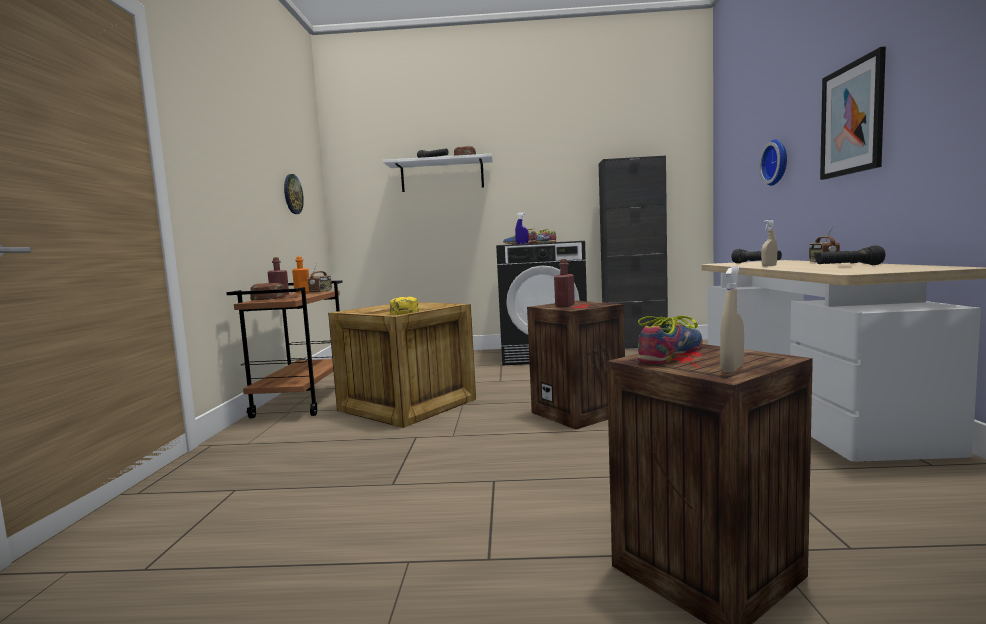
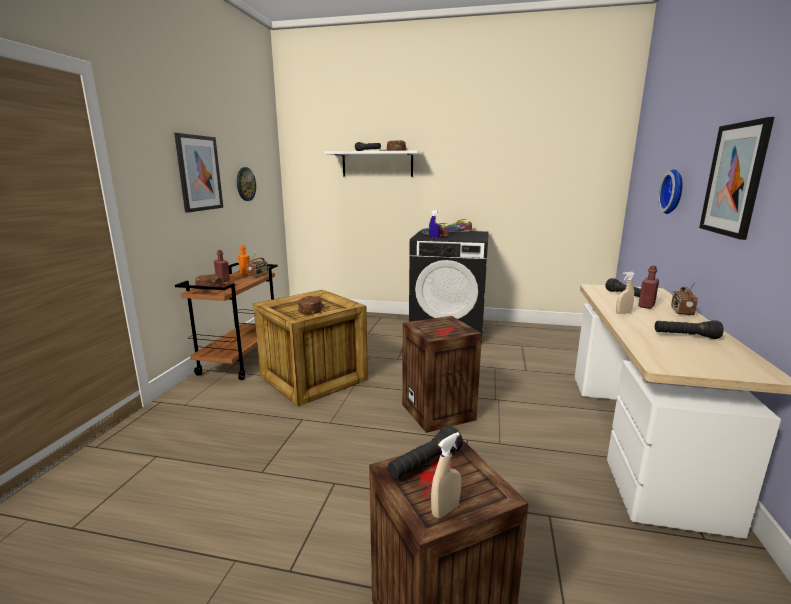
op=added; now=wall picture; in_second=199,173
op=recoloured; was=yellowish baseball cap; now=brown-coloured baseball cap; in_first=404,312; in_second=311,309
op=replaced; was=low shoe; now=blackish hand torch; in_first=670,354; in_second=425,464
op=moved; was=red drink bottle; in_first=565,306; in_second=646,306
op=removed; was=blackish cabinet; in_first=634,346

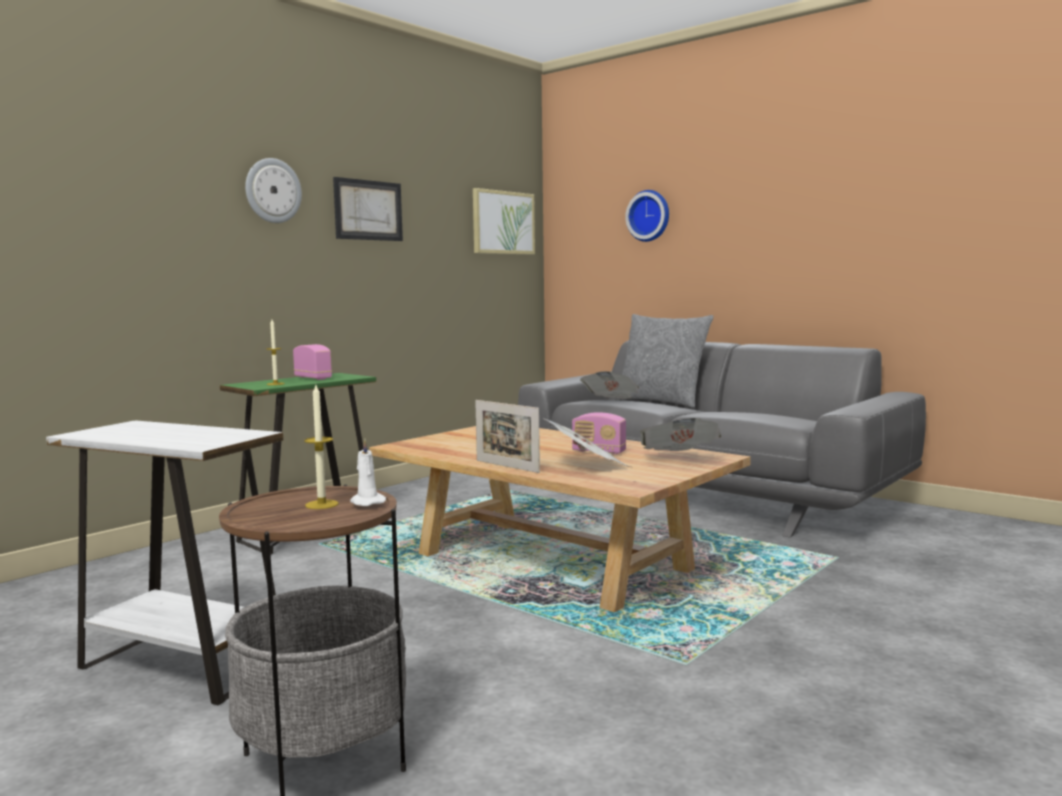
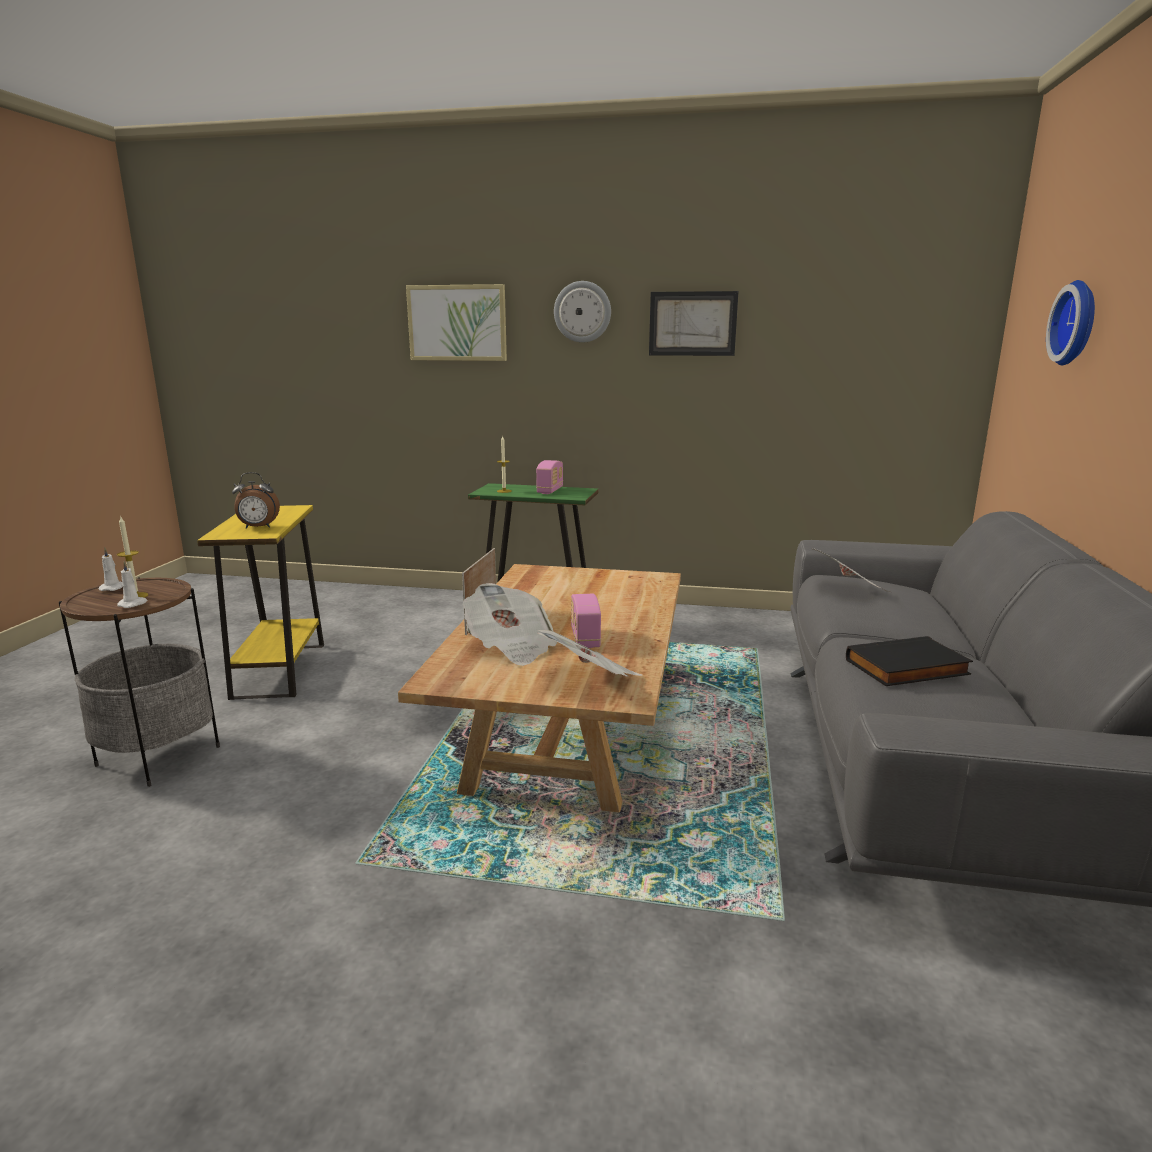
op=added; now=white wax candle; in_second=113,588
op=recoloured; was=white end table; now=yellowish end table; in_first=182,666; in_second=280,670
op=added; now=bedside clock; in_second=258,527
op=moved; was=wall picture; in_first=503,222; in_second=457,323
op=added; now=blackish volume; in_second=907,668
op=removed; was=grey throw pillow; in_first=661,401

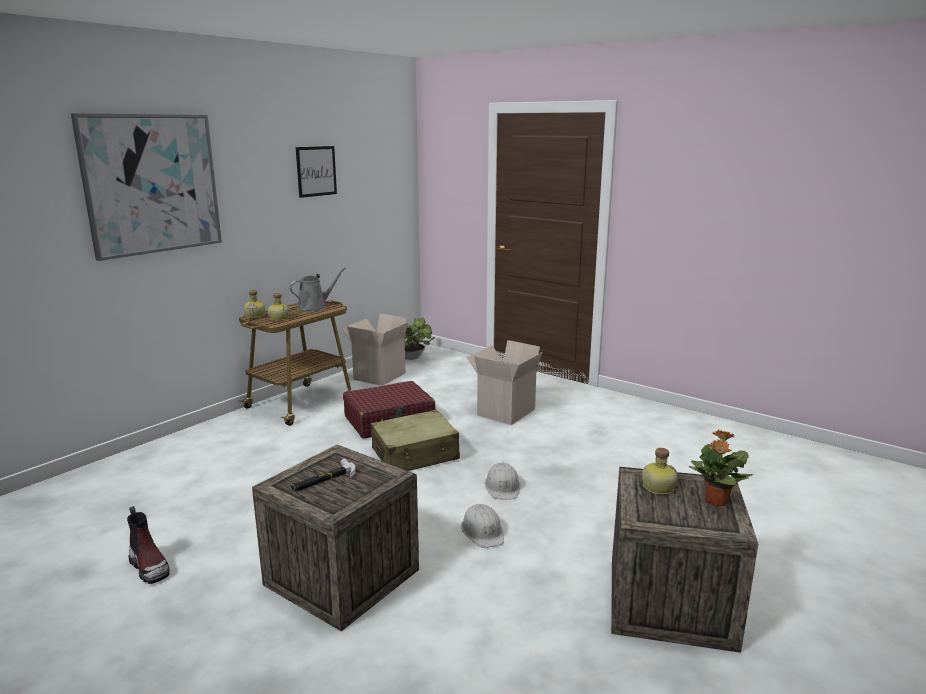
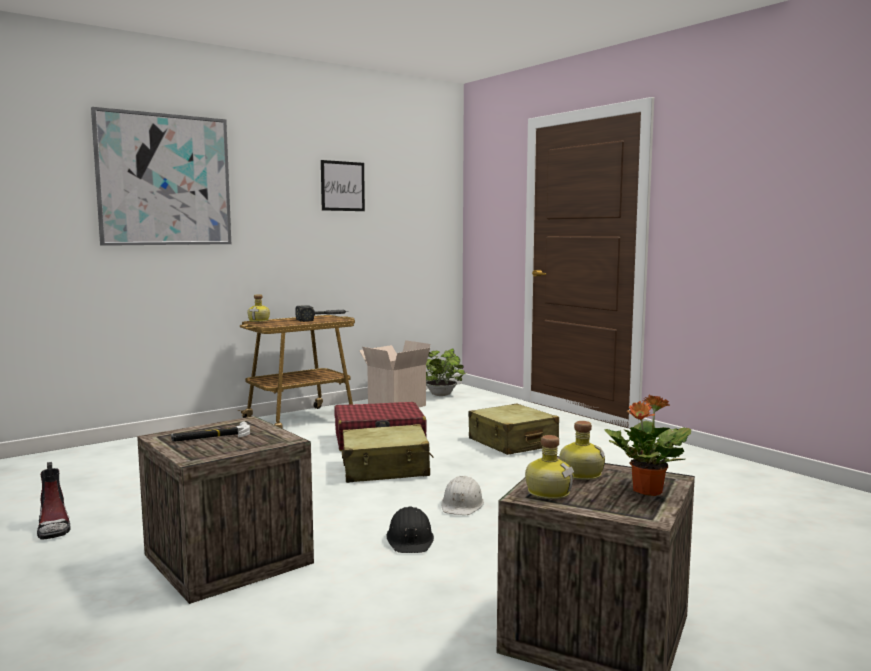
op=replaced; was=grey watering can; now=hammer; in_first=314,307; in_second=323,319
op=recoloured; was=white safety helmet; now=blackish safety helmet; in_first=483,531; in_second=410,539
op=replaced; was=carton; now=sand-coloured travel case; in_first=505,411; in_second=512,443
op=moved; was=drink bottle; in_first=279,318; in_second=548,492

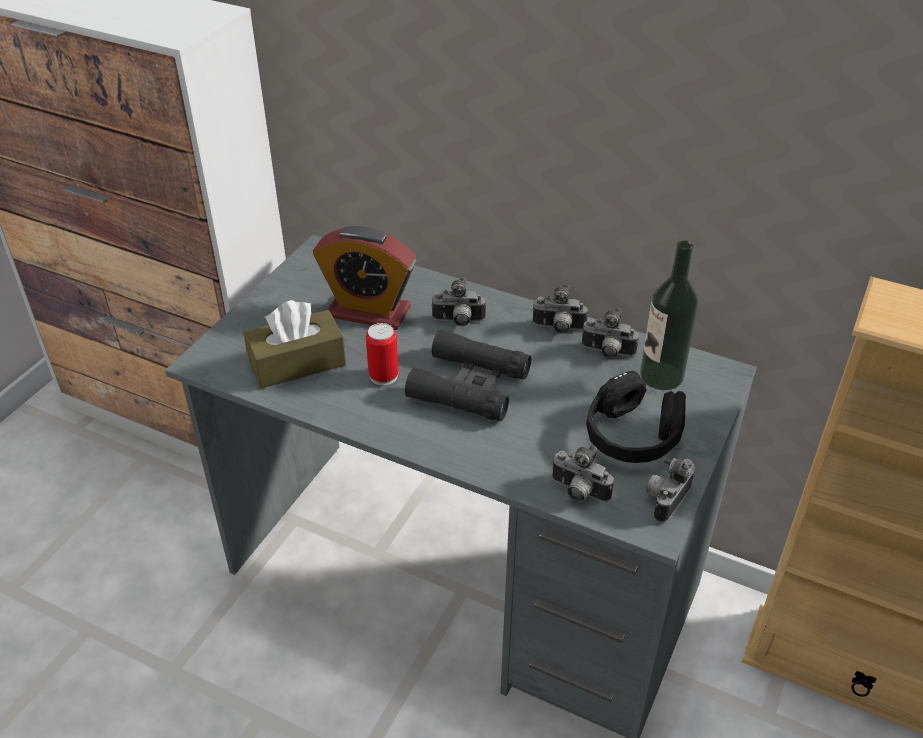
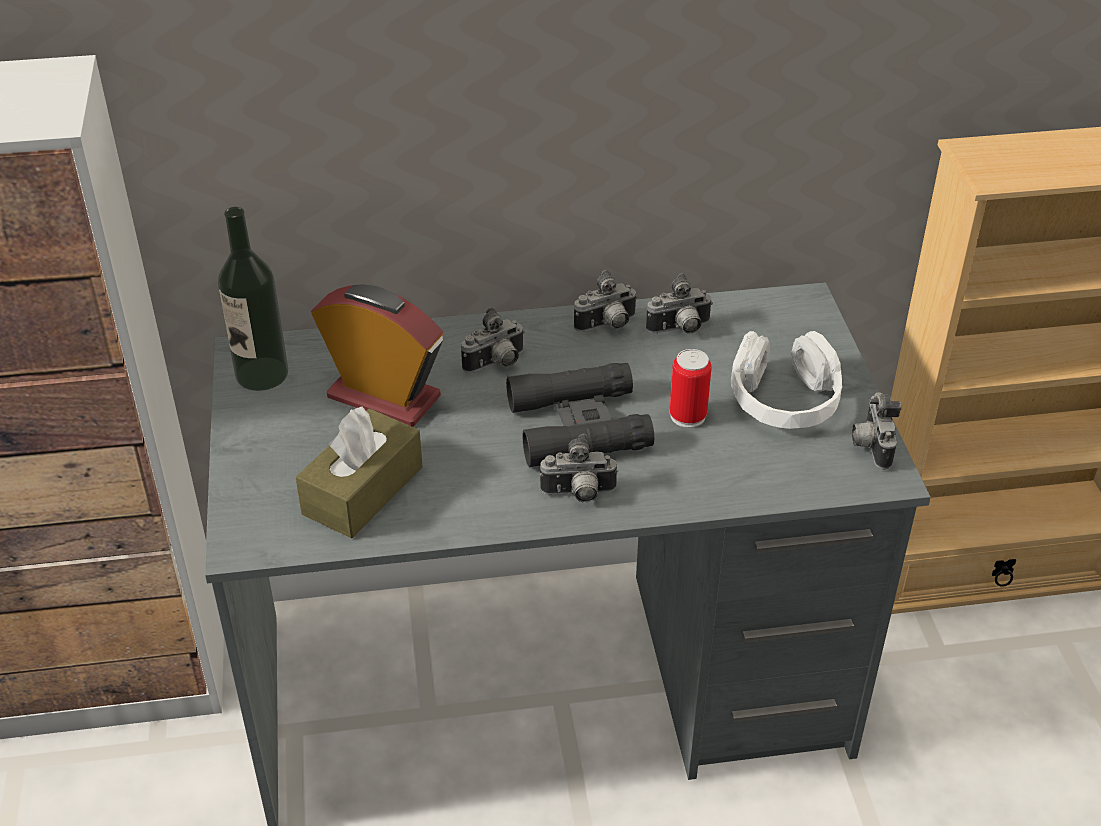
op=moved; was=drink bottle; in_first=661,376; in_second=262,374
op=turned; was=bedside clock; in_first=368,312; in_second=384,397; clockwise=-135
op=moved; was=still camera; in_first=578,492; in_second=578,495
op=moved; was=sealed can; in_first=383,376; in_second=687,416
op=recoloured; was=blackish pair of headphones; now=white pair of headphones; in_first=633,435; in_second=784,400

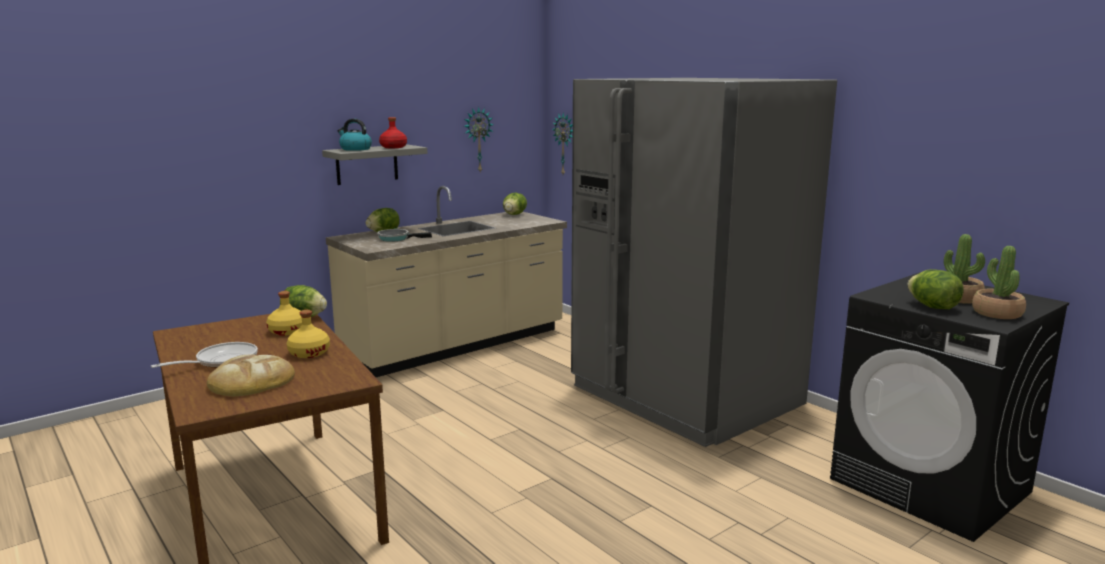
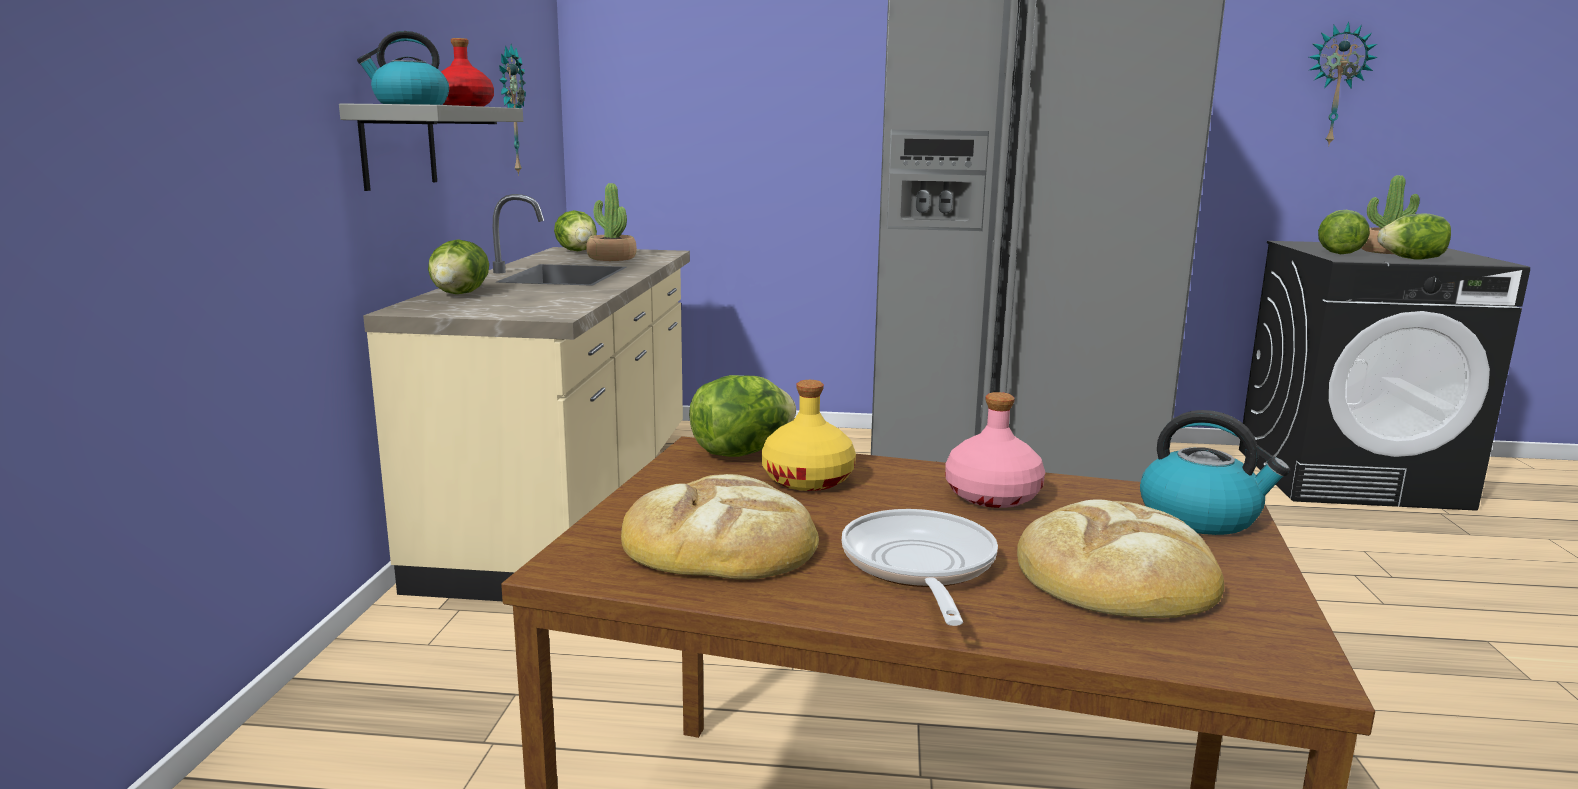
op=moved; was=potted plant; in_first=997,313; in_second=611,258
op=added; now=bakery bread; in_second=719,542
op=recoloured; was=yellowish drink bottle; now=pinkish drink bottle; in_first=309,353; in_second=991,495
op=added; now=tea kettle; in_second=1201,517
op=moved; was=clock on the wall; in_first=565,144; in_second=1336,85
op=added; now=head of lettuce; in_second=1339,253
op=removed; was=skillet; in_first=396,238

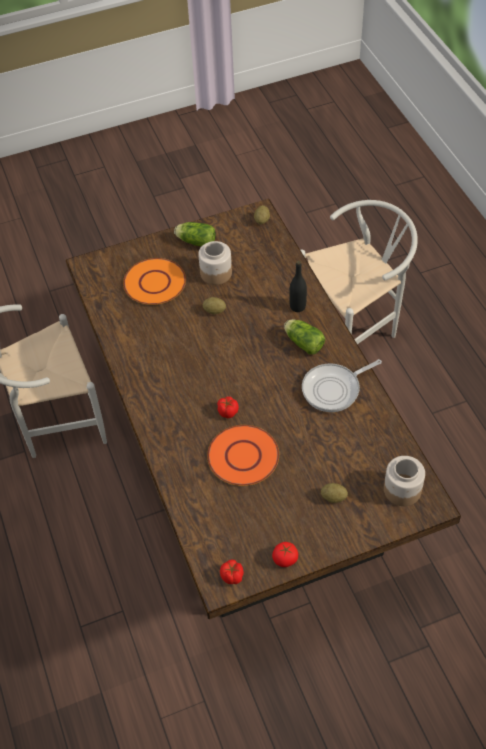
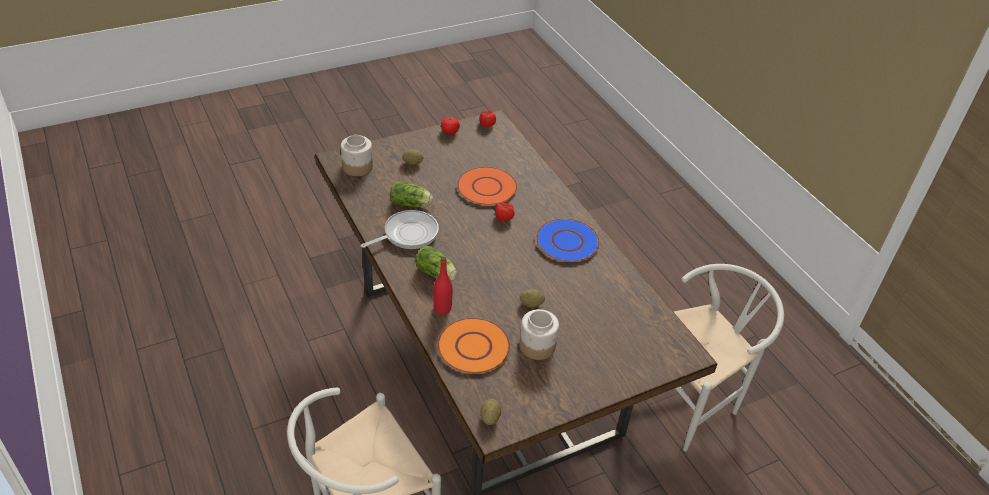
op=moved; was=head of lettuce; in_first=195,241; in_second=412,204
op=recoloured; was=blackish drink bottle; now=red drink bottle; in_first=297,306; in_second=442,309
op=moved; was=orangey dinner plate; in_first=155,283; in_second=473,347
op=added; now=blue dinner plate; in_second=567,242

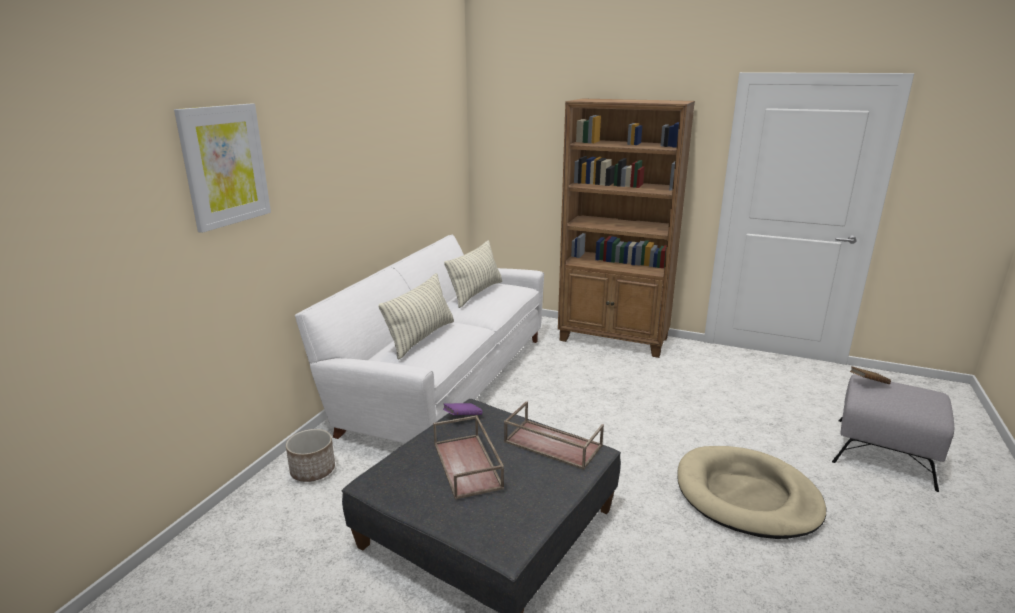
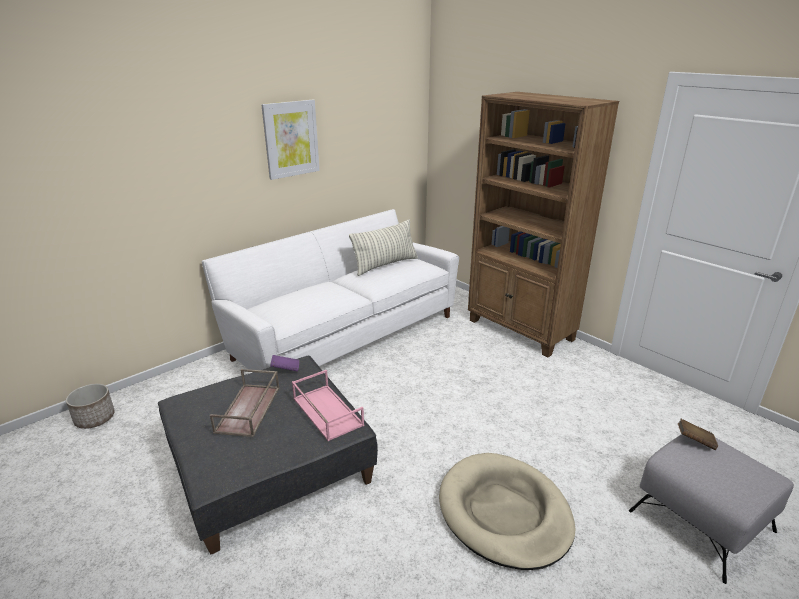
op=moved; was=plant pot; in_first=313,470; in_second=95,418
op=moved; was=wall picture; in_first=225,165; in_second=291,139
op=recoloured; was=brown-coloured carrying tray; now=pinkish carrying tray; in_first=551,444; in_second=326,411
op=removed; was=throw pillow; in_first=421,338

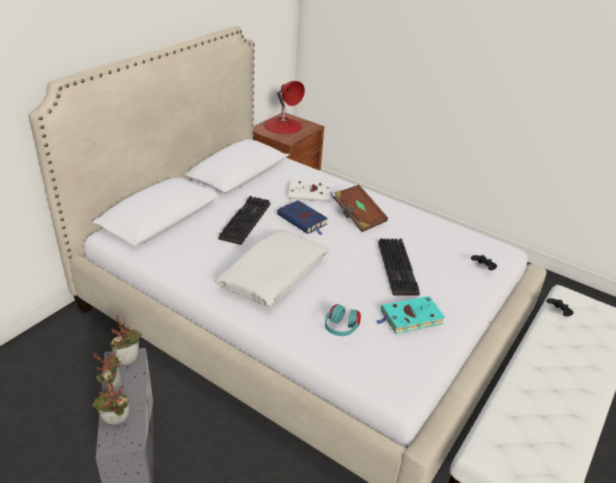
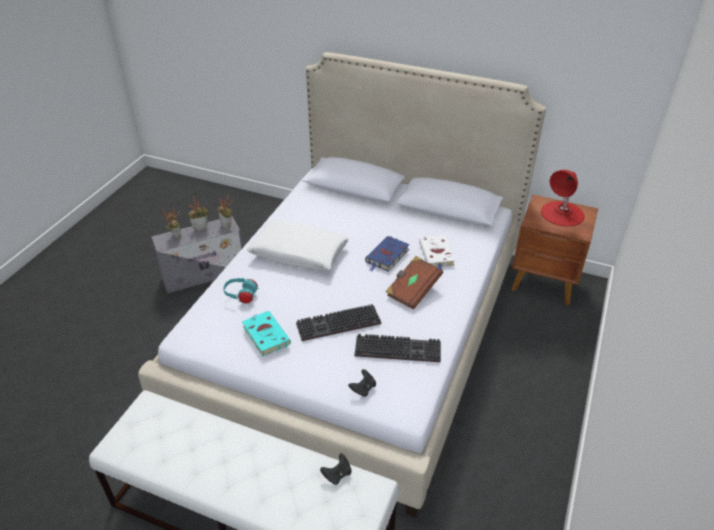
op=moved; was=PC keyboard; in_first=244,220; in_second=399,348

